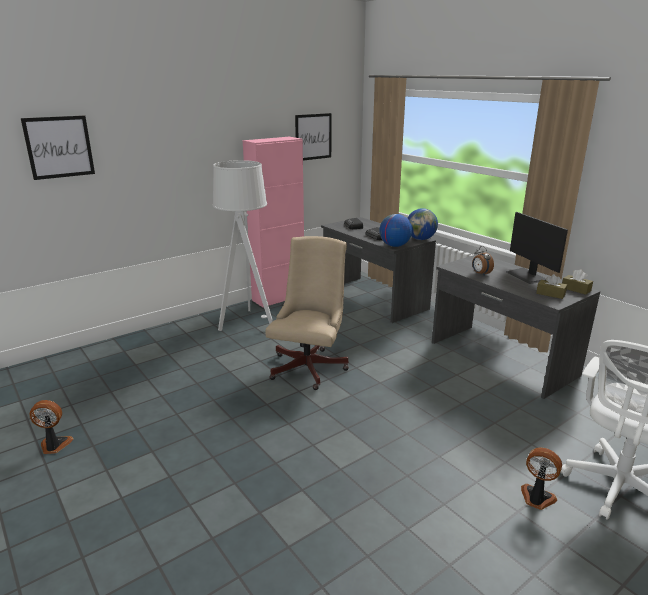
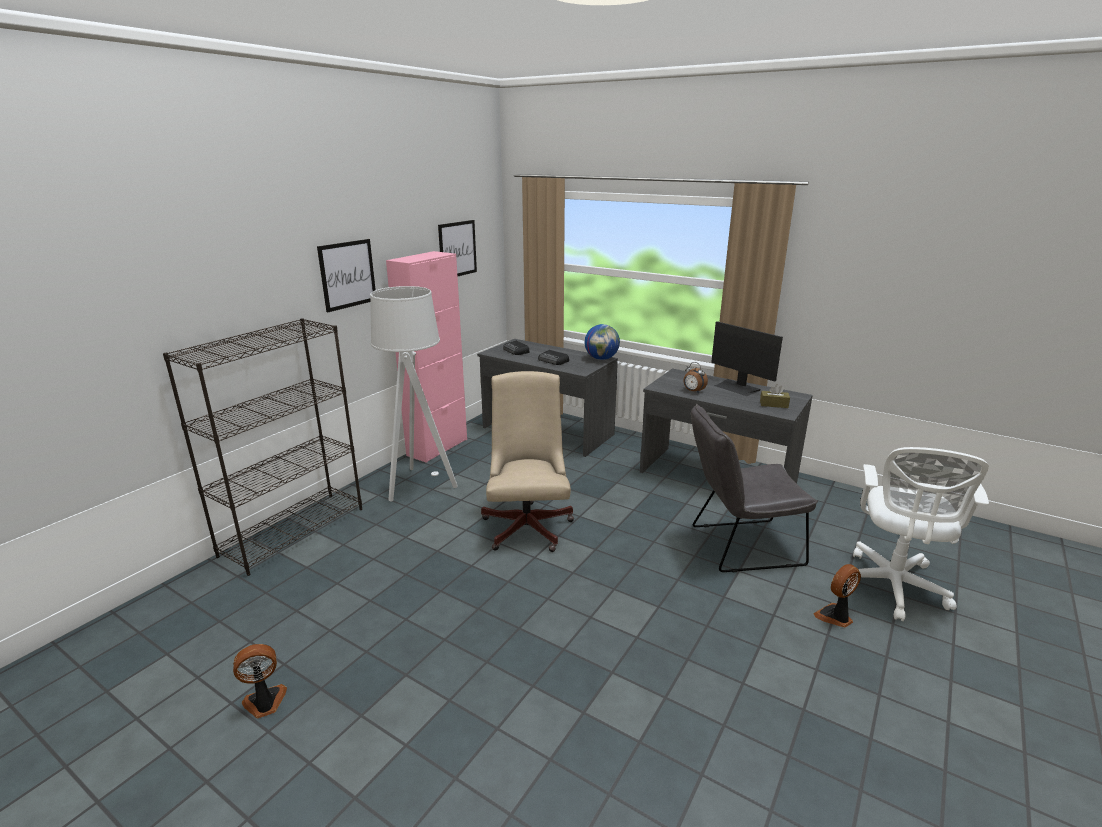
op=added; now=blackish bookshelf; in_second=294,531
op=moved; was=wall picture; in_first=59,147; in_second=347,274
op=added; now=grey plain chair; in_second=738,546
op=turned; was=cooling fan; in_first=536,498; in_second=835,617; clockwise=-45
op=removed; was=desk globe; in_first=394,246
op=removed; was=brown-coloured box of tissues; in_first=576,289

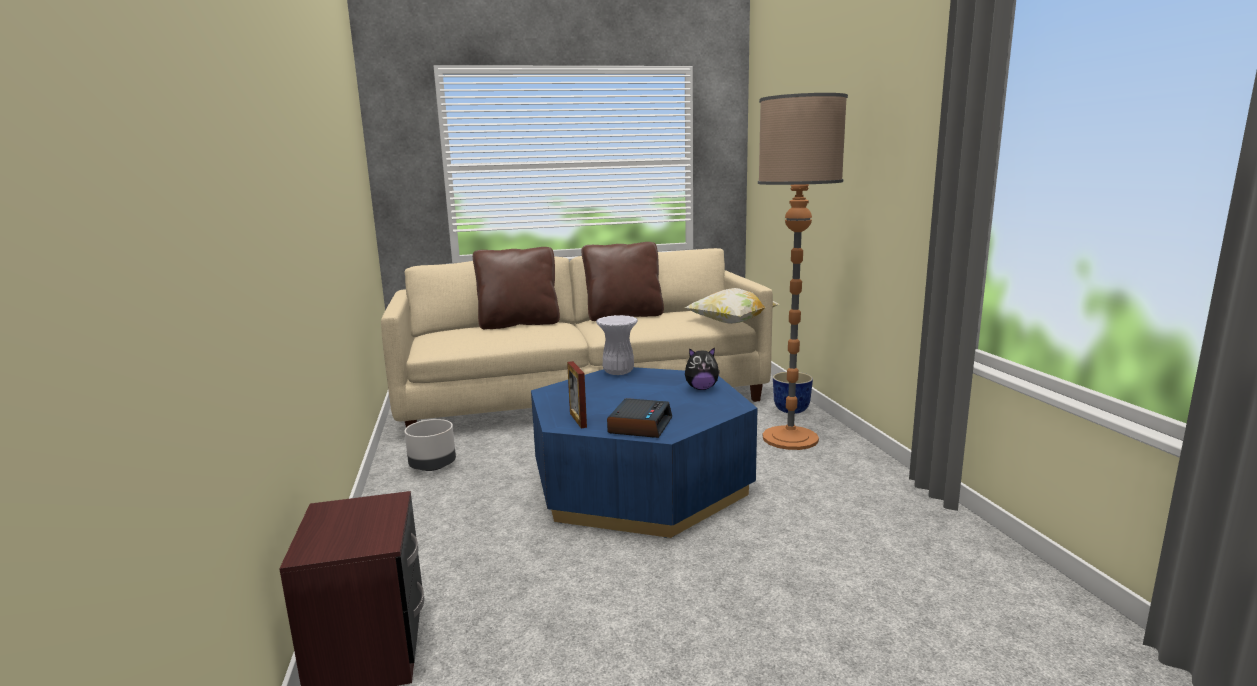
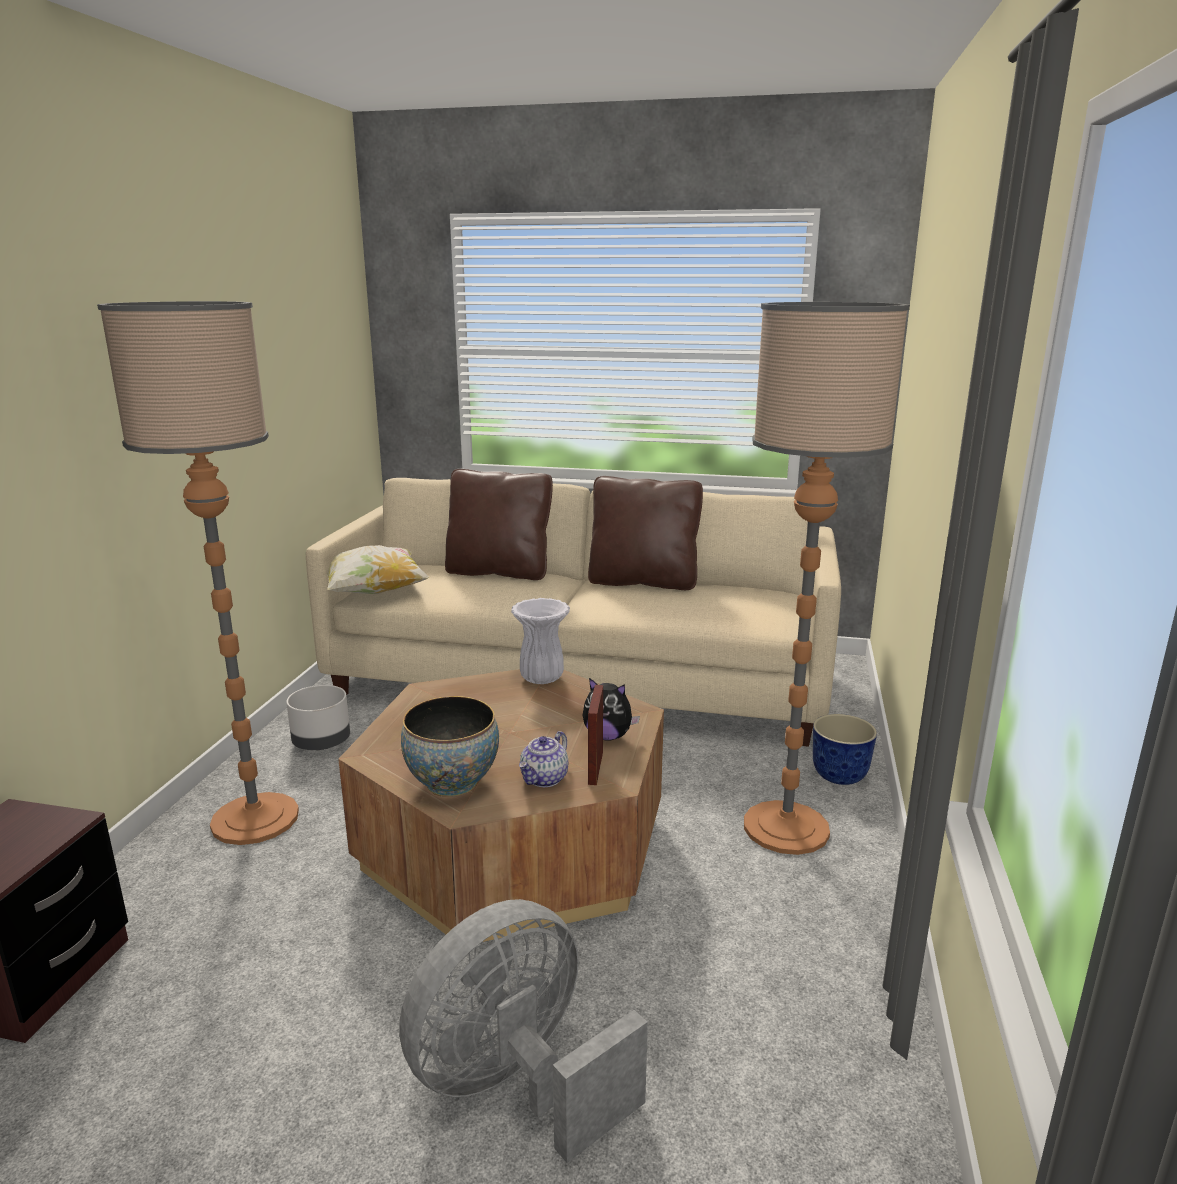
op=added; now=standard lamp; in_second=255,819
op=moved; was=throw pillow; in_first=731,323; in_second=374,592
op=recoloured; was=blue coffee table; now=brown-coloured coffee table; in_first=640,483; in_second=514,843
op=added; now=grey cooling fan; in_second=517,1084
op=replaced; was=bedside clock; now=bowl; in_first=640,425; in_second=452,783
op=added; now=pot for tea; in_second=544,779
op=moved; was=photo frame; in_first=578,420; in_second=595,768

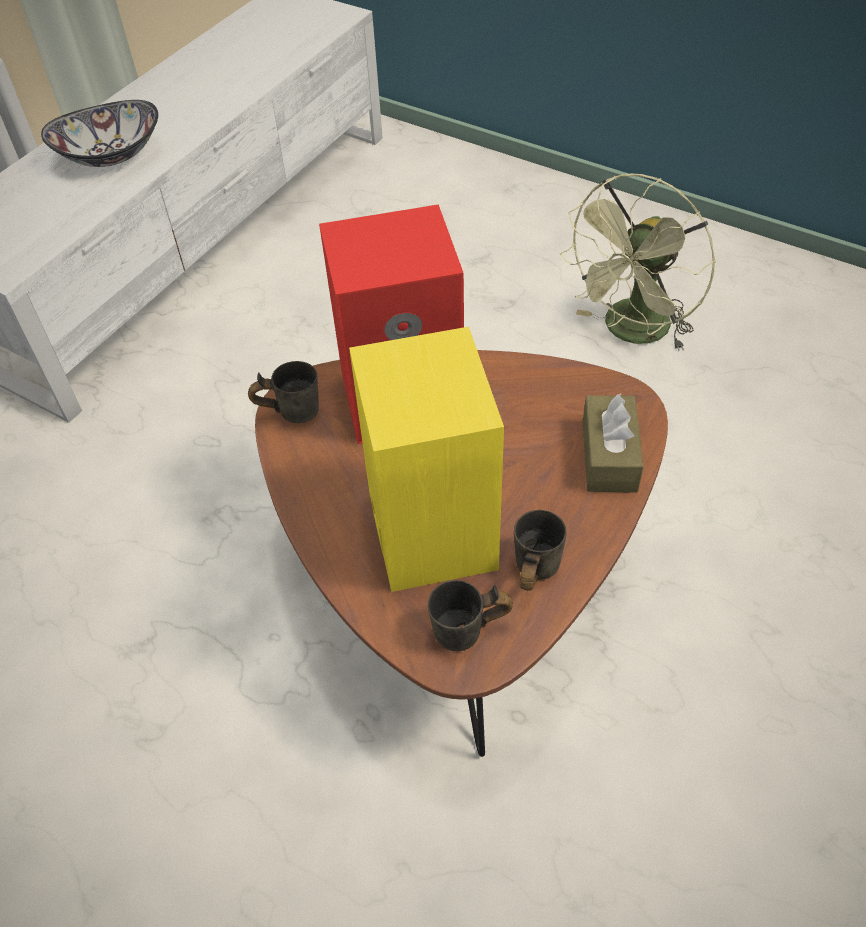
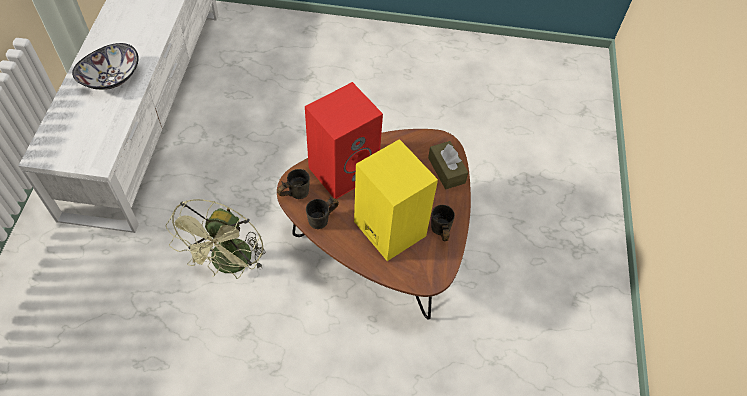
op=moved; was=green-coloured cooling fan; in_first=631,333; in_second=229,265
op=moved; was=grey coffee mug; in_first=469,635; in_second=323,221

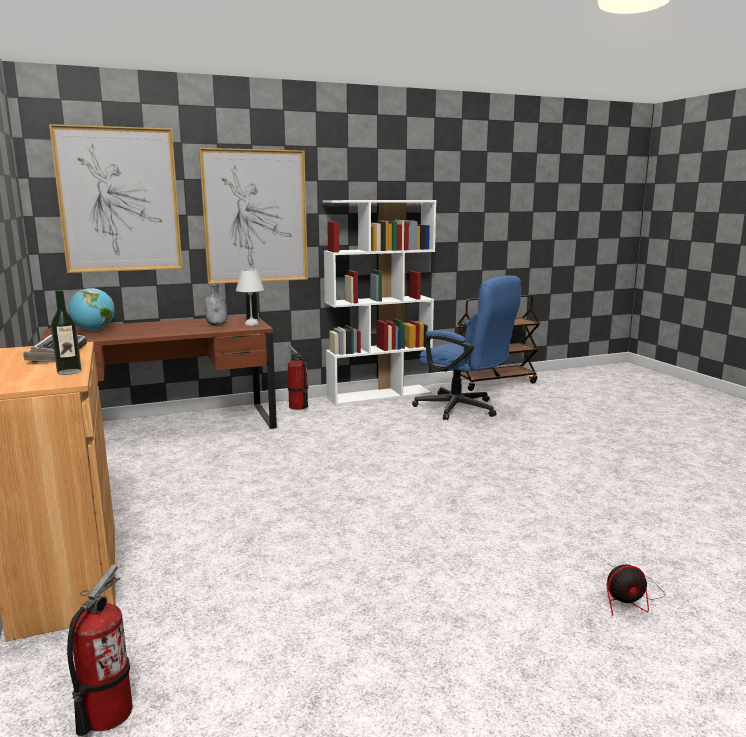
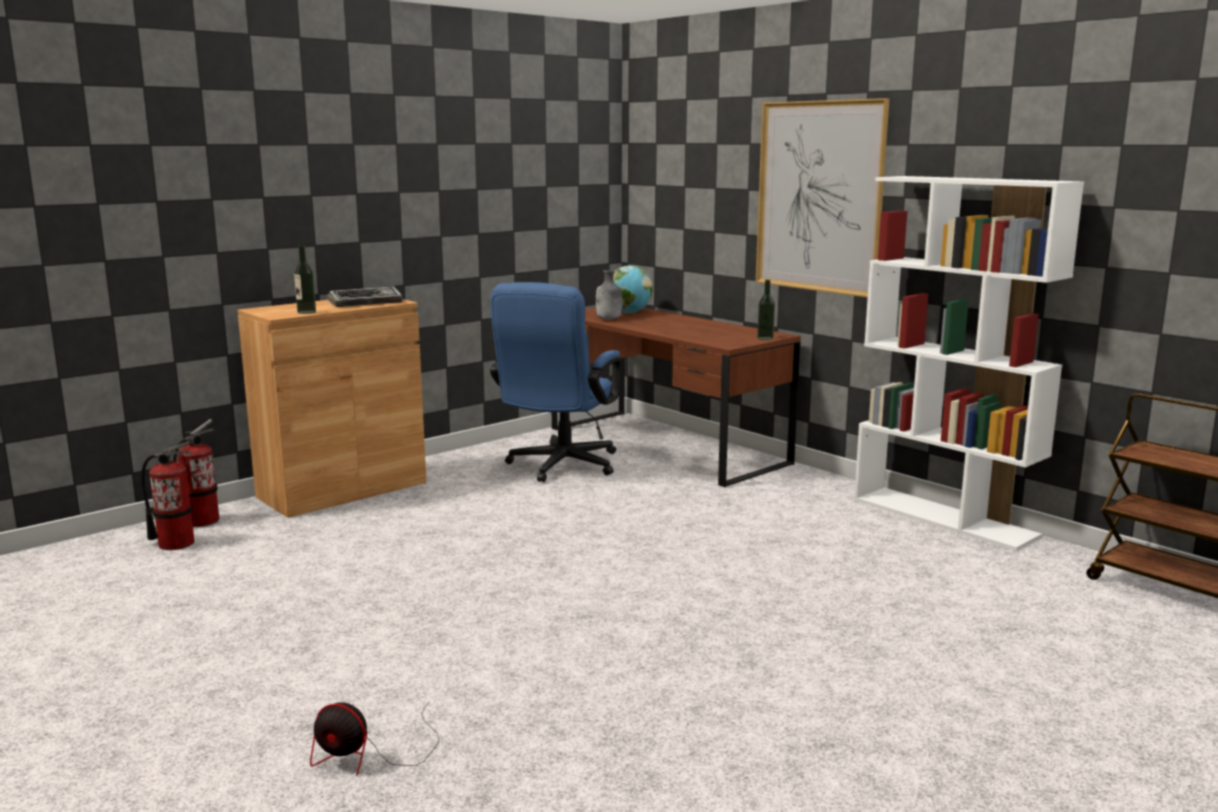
op=moved; was=fire-fighting cylinder; in_first=298,407; in_second=201,521
op=turned; was=cooling fan; in_first=629,597; in_second=371,754; clockwise=-45
op=moved; was=blue desk chair; in_first=463,409; in_second=559,467
op=moved; was=grey drink bottle; in_first=217,324; in_second=609,319
op=removed; was=wall picture; in_first=119,200
op=removed; was=white lamp for a table; in_first=251,324

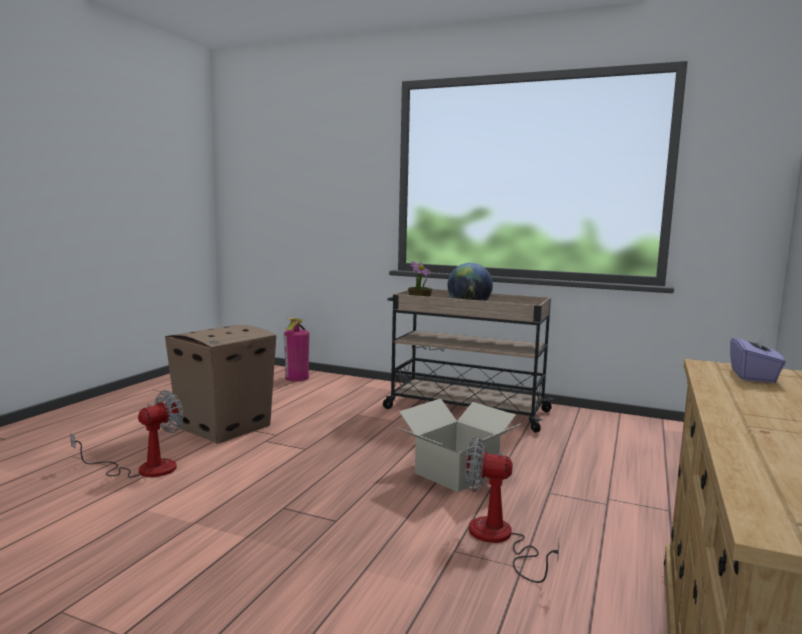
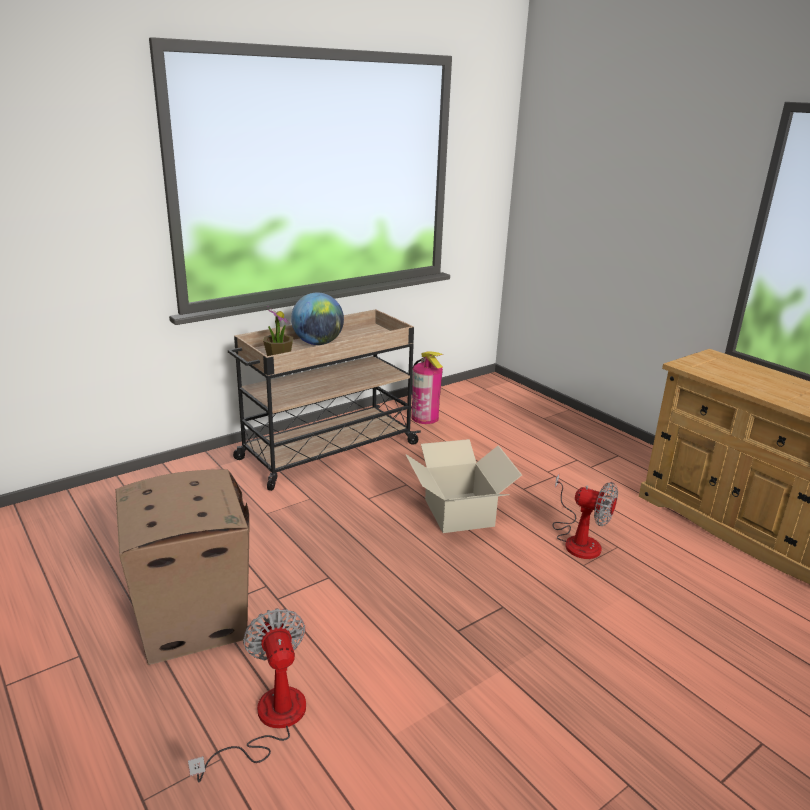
op=moved; was=fire-fighting cylinder; in_first=297,378; in_second=425,418
op=turned; was=cooling fan; in_first=499,539; in_second=578,539; clockwise=-105
op=removed; was=purplish box of tissues; in_first=753,376

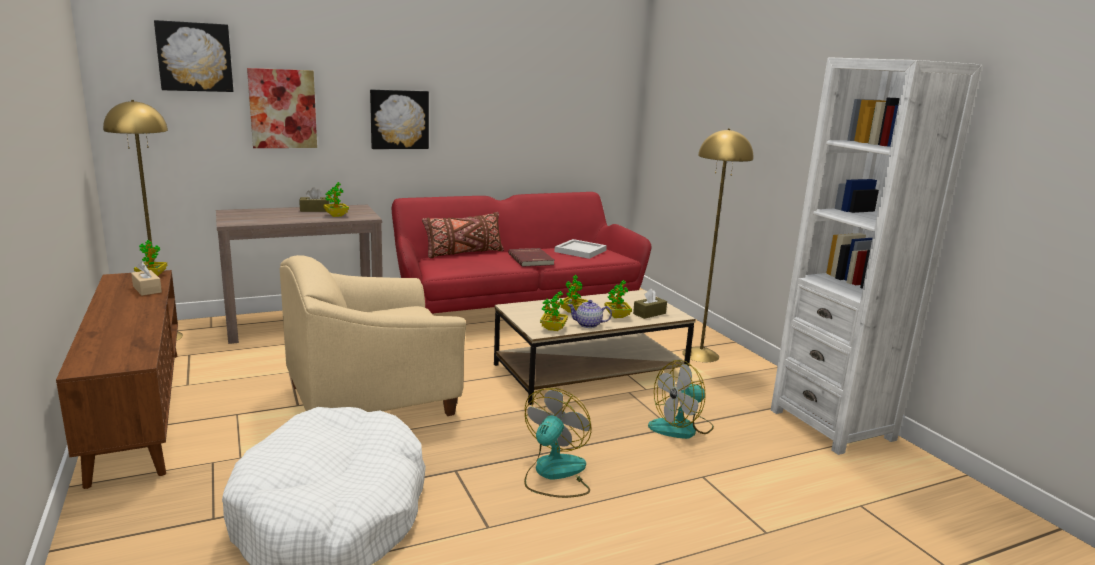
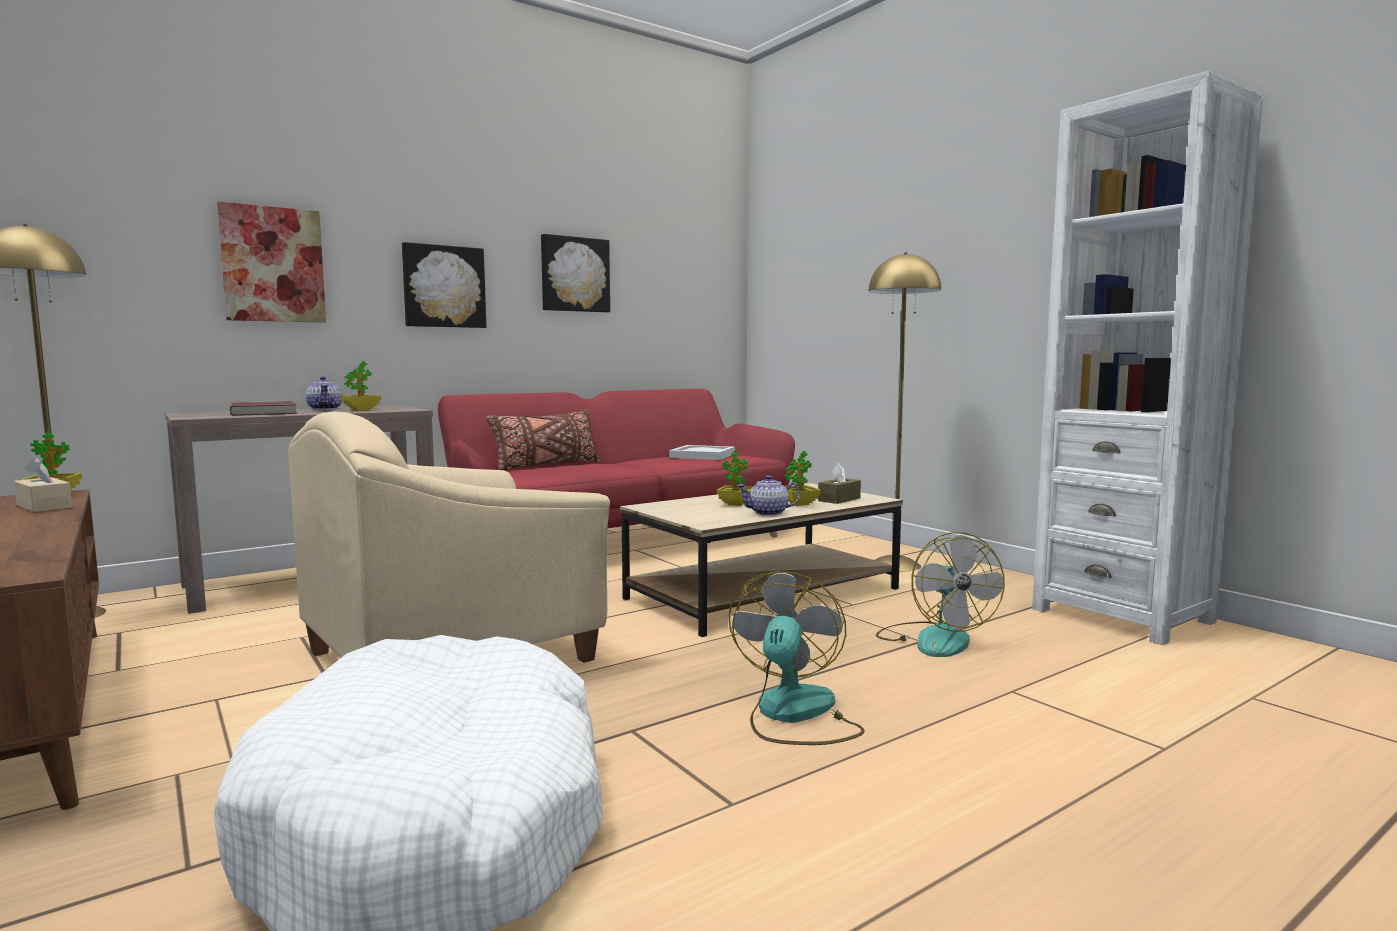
op=moved; was=red volume; in_first=531,259; in_second=265,412
op=replaced; was=brown-coloured box of tissues; now=pot for tea; in_first=314,210; in_second=325,409
op=moved; was=wall picture; in_first=195,57; in_second=574,274
op=turned; was=cooling fan; in_first=681,427; in_second=934,639; clockwise=-60
op=removed; was=potted plant; in_first=553,328

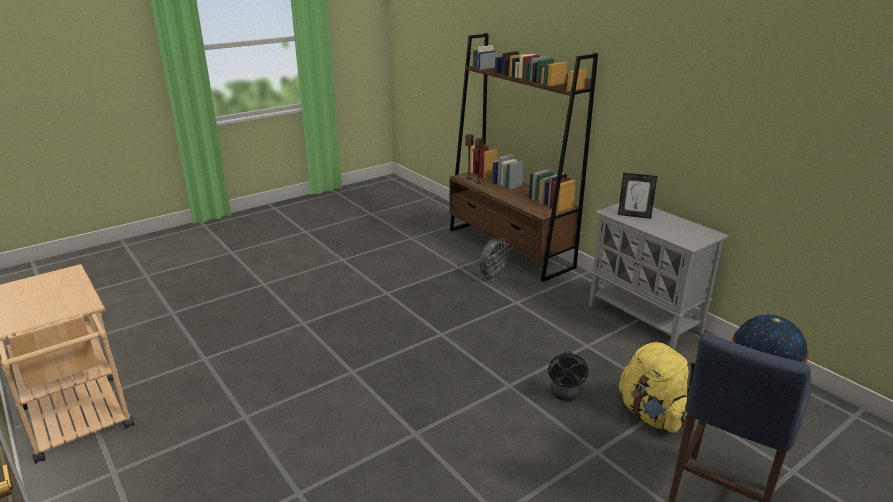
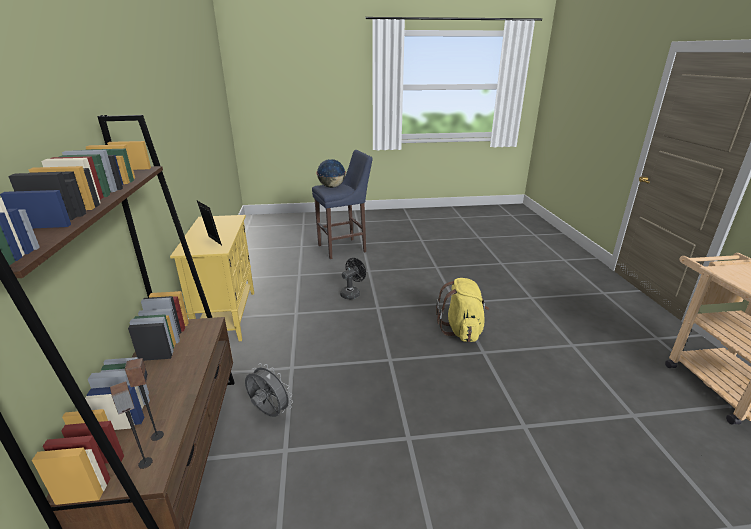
op=recoloured; was=grey cabinet; now=yellowish cabinet; in_first=645,319; in_second=227,316
op=turned; was=grey cooling fan; in_first=492,276; in_second=269,413; clockwise=60
op=moved; was=yellowish backpack; in_first=652,415; in_second=462,330

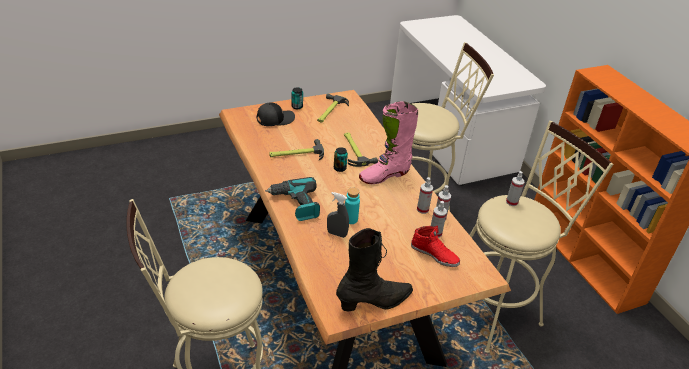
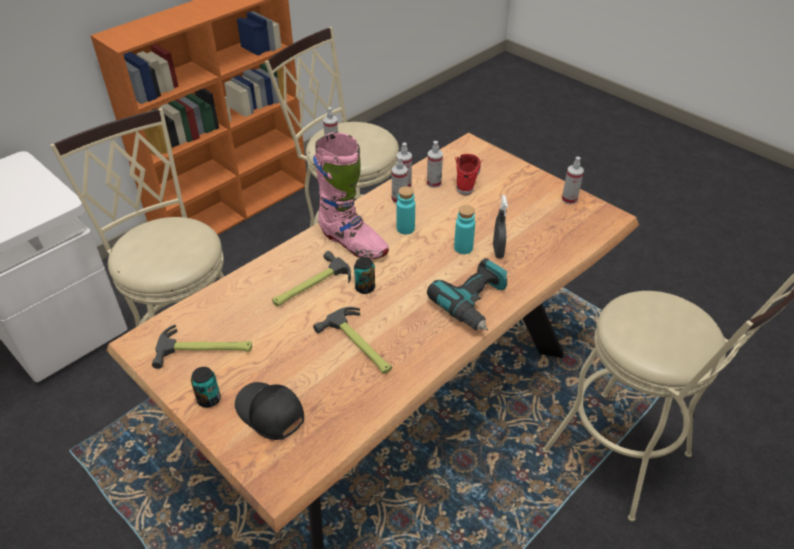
op=added; now=turquoise drink bottle; in_second=405,228
op=replaced; was=blackish high-top boot; now=hand sprayer; in_first=374,302; in_second=569,199

